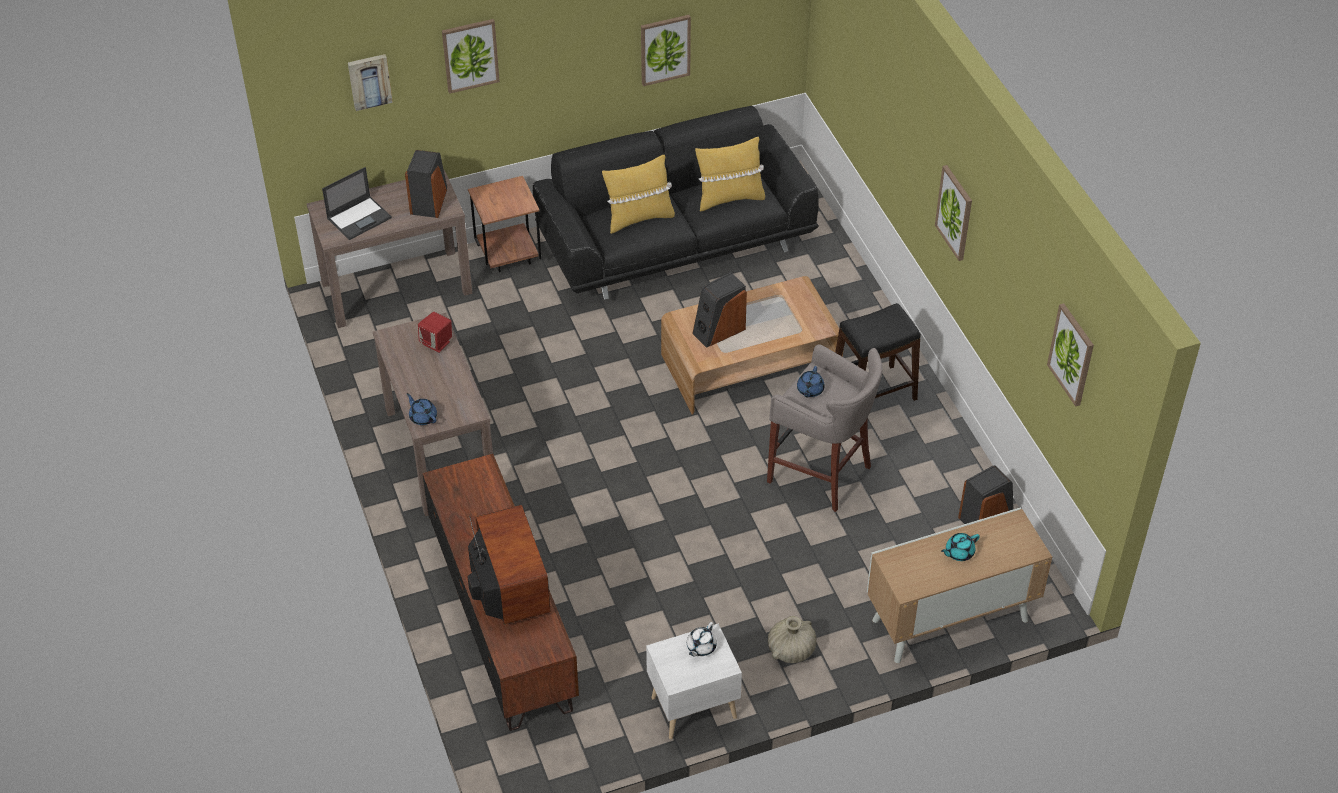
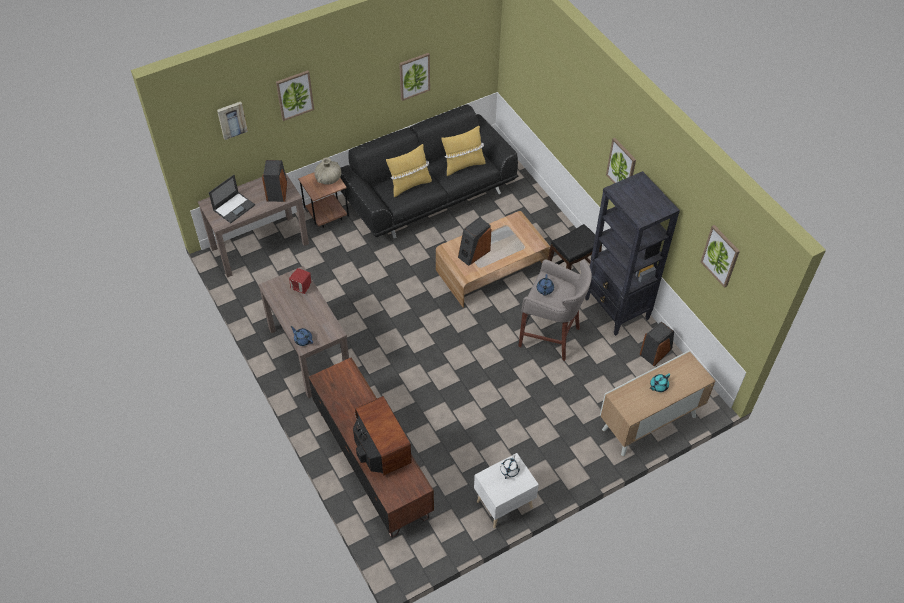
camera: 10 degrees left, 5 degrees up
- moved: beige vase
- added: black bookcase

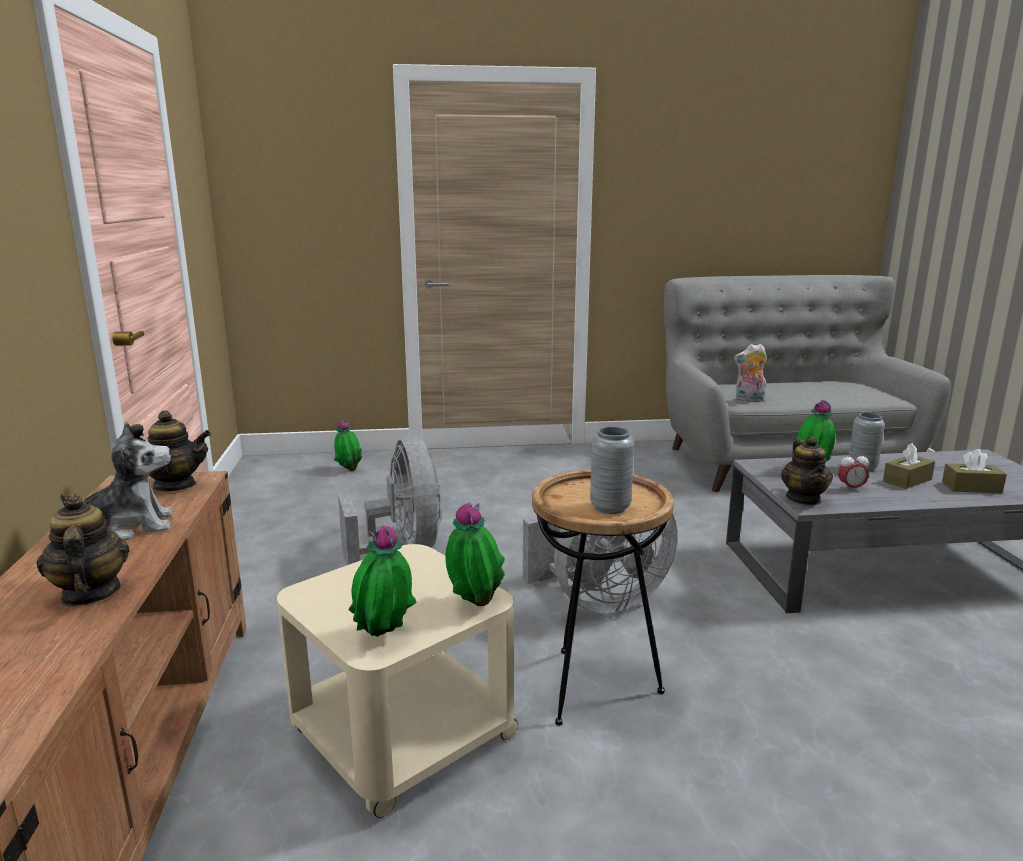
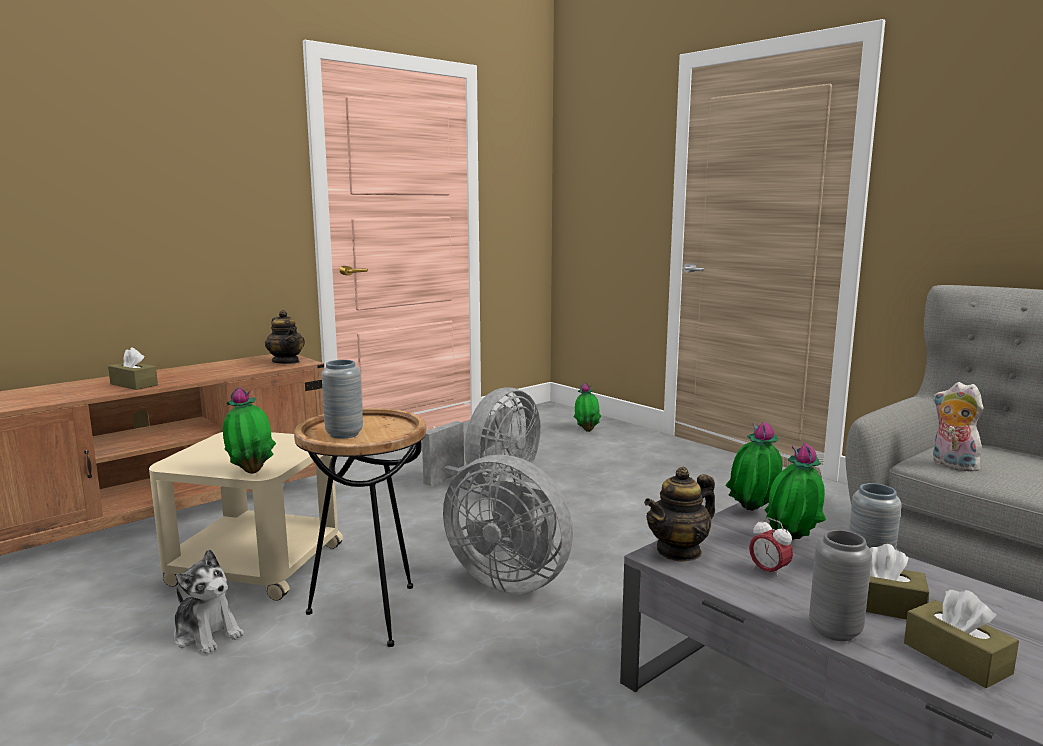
camera: 55 degrees right, 5 degrees down
- moved: plush toy (1st from left)
- replaced: teapot (1st from left) to brown tissue box (1st from left)
- moved: potted plant (2nd from left in the first image) to potted plant (3rd from left)
- added: grey vase (2nd from left)

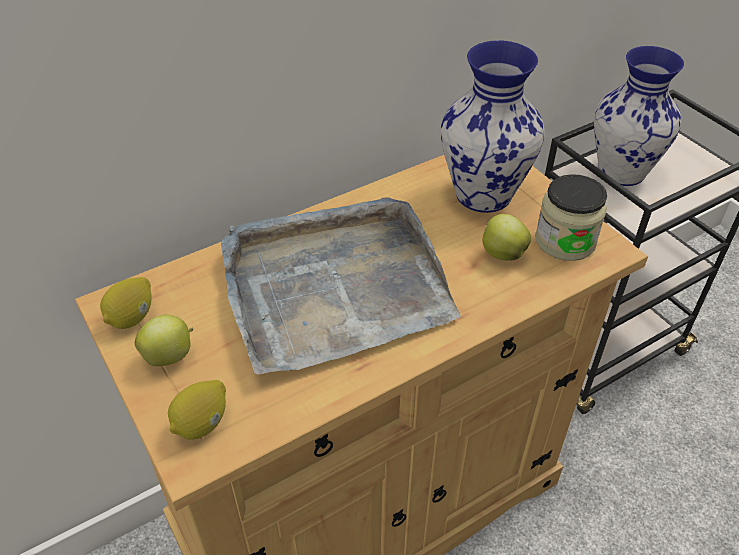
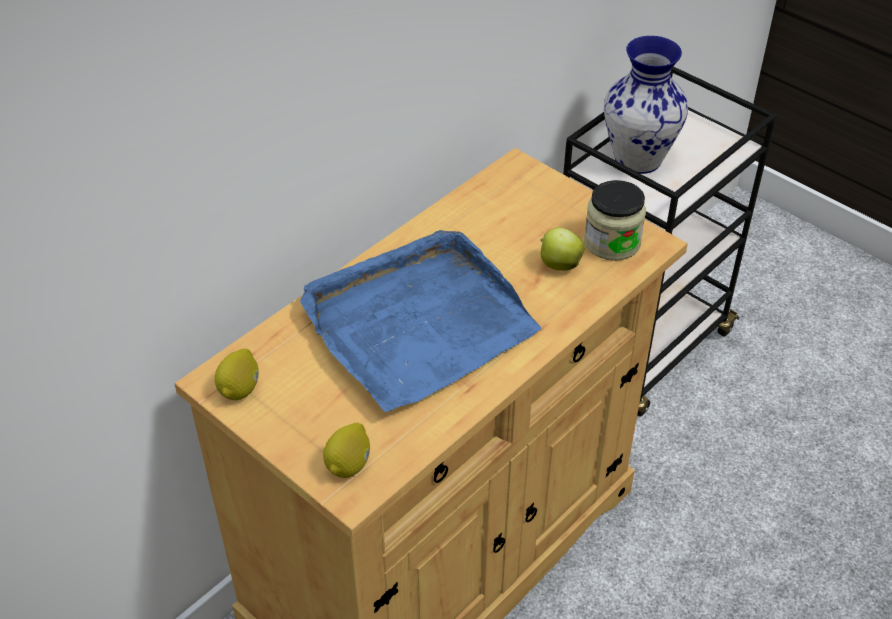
camera: 15 degrees left, 0 degrees up
- removed: vase (1st from left)
- recoloured: grey tray to blue tray
- removed: apple (1st from left)

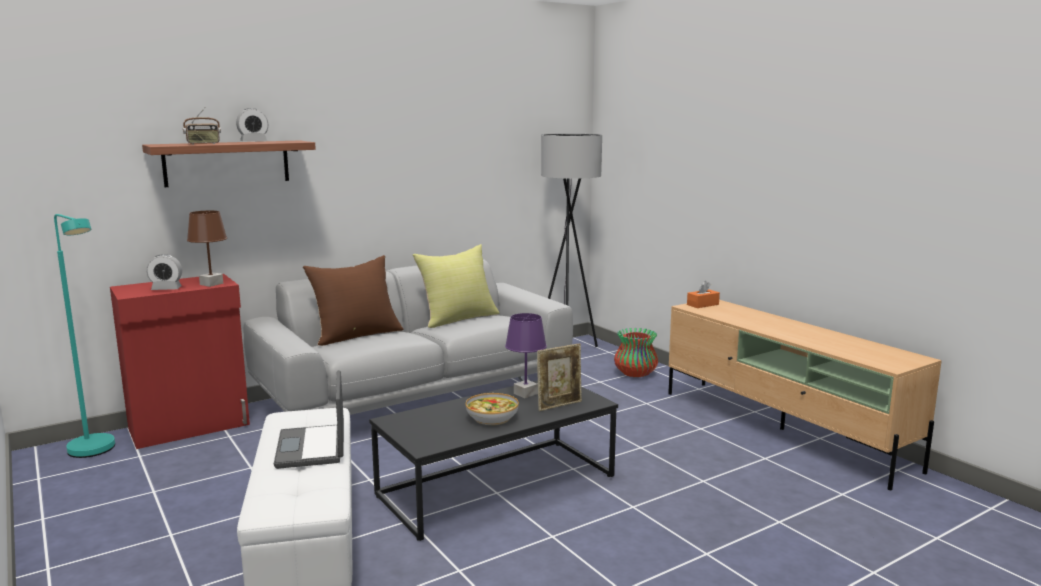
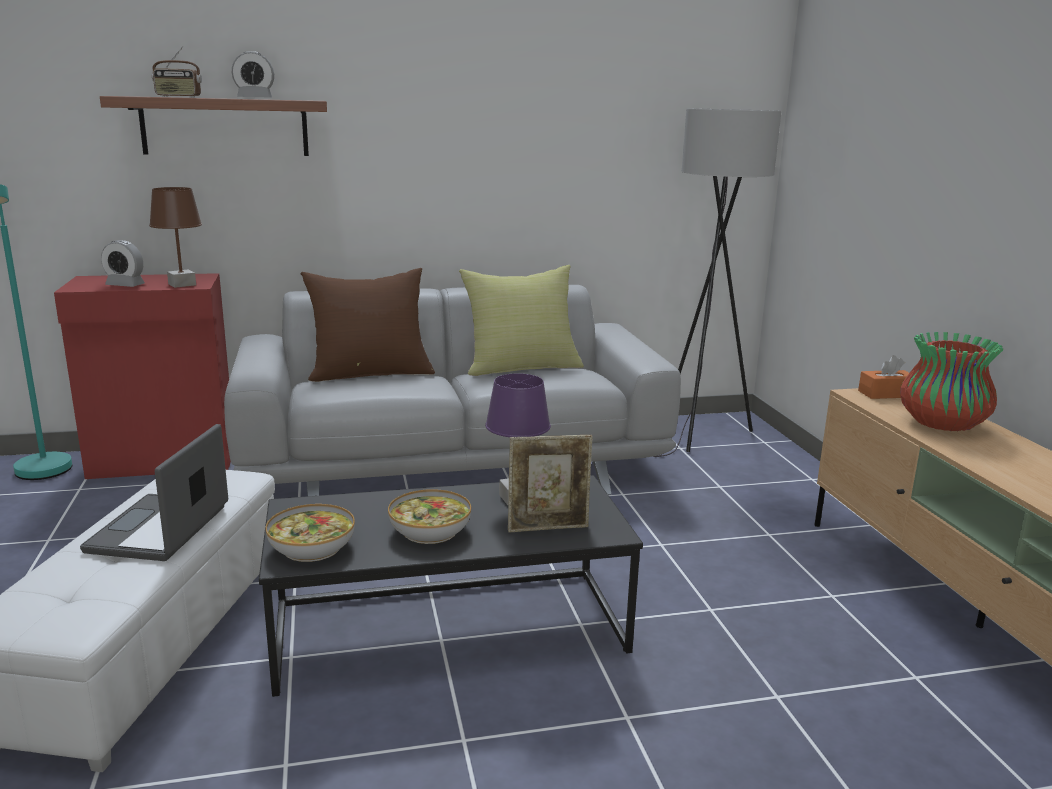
camera: 20 degrees right, 5 degrees up
- moved: vase
- added: bowl (1st from left)

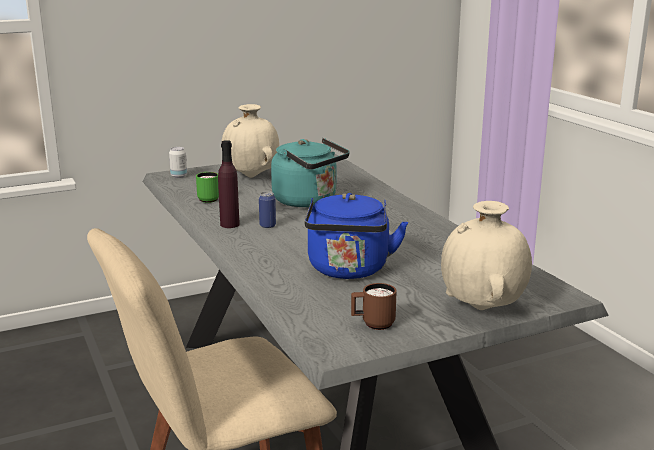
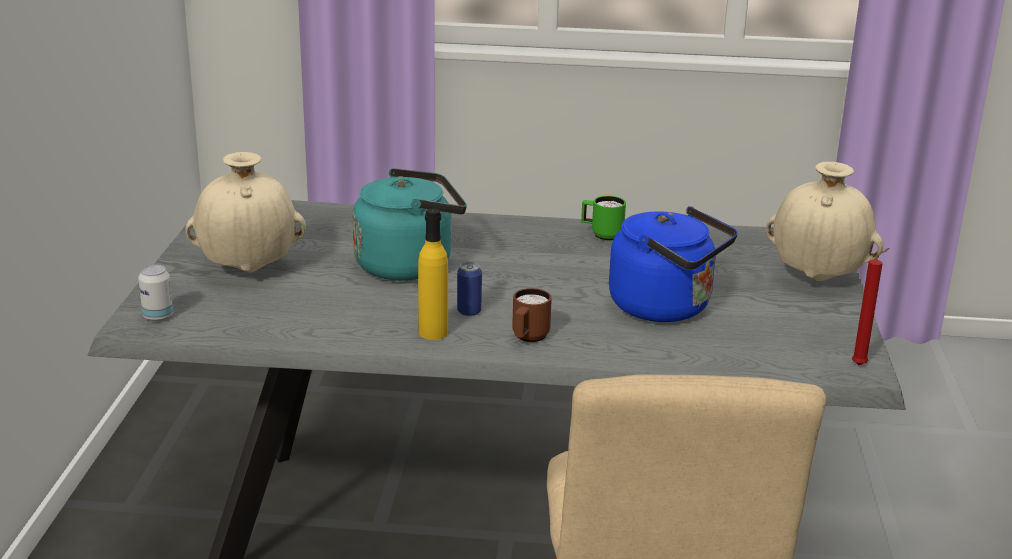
camera: 60 degrees left, 5 degrees up
- recoloured: purple bottle to yellow bottle
- moved: green mug
- moved: brown mug
- added: red candle

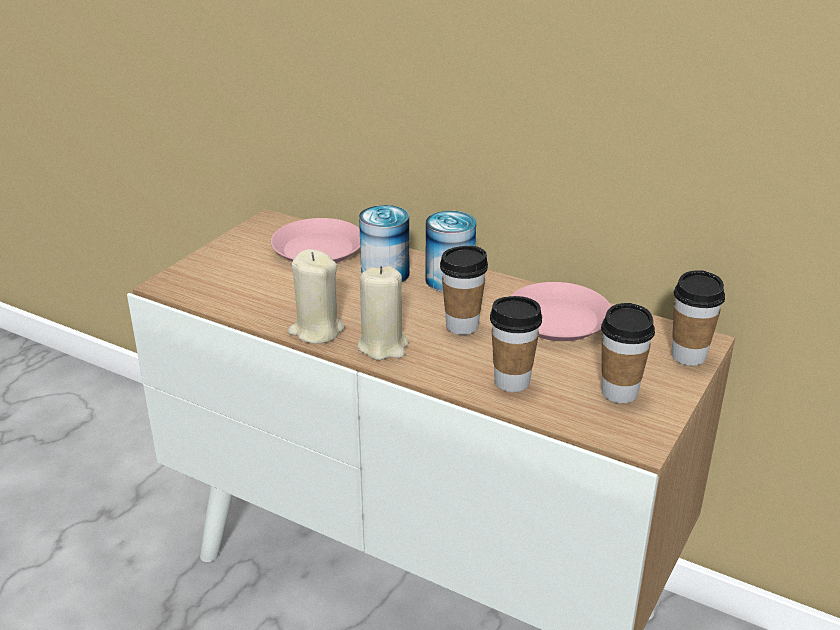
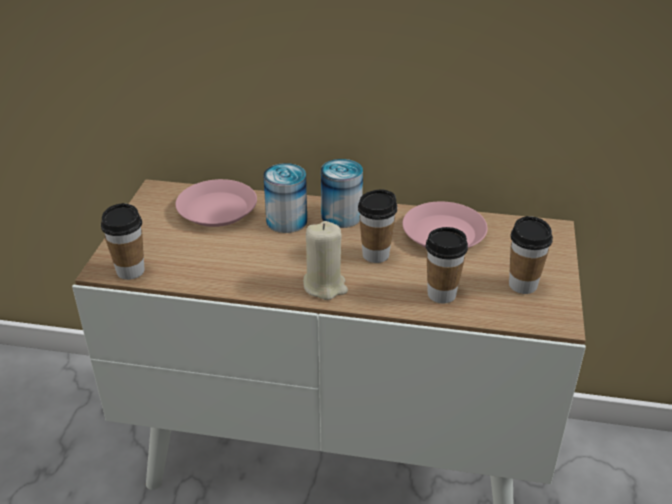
camera: 20 degrees left, 5 degrees up
- removed: beige candle (1st from left)
- moved: cup (4th from left in the first image) to cup (1st from left)

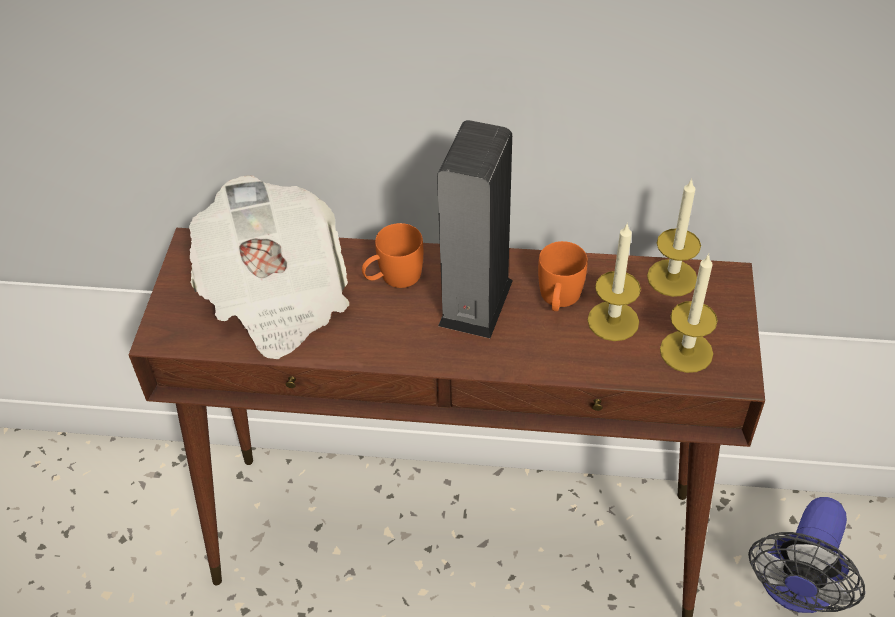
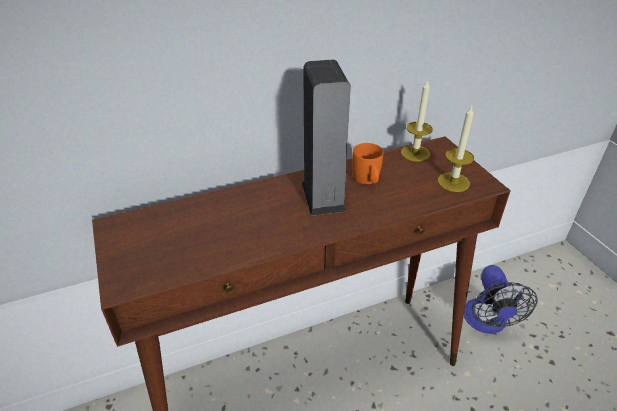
camera: 30 degrees left, 10 degrees down
- removed: newspaper
- removed: candle (1st from left)
- removed: orange mug (1st from left)

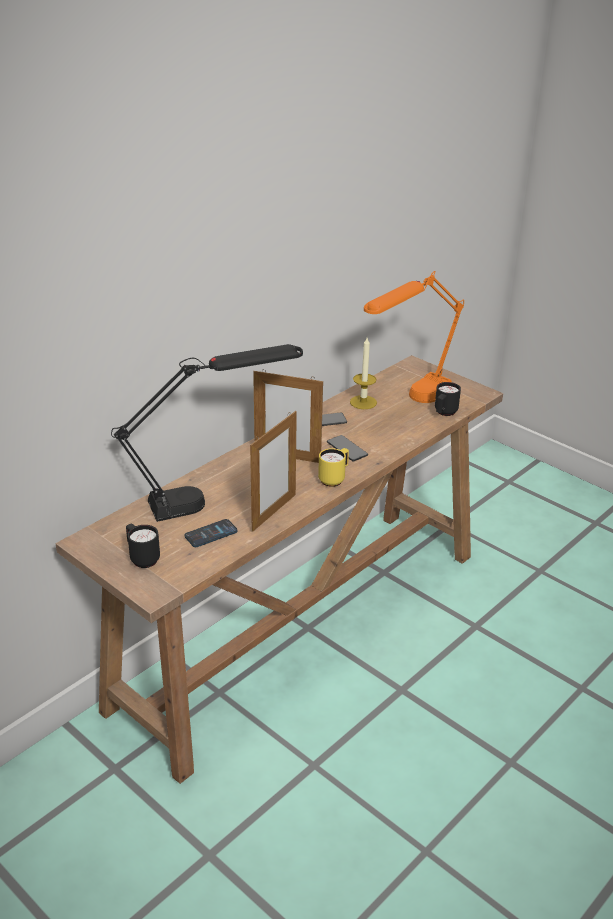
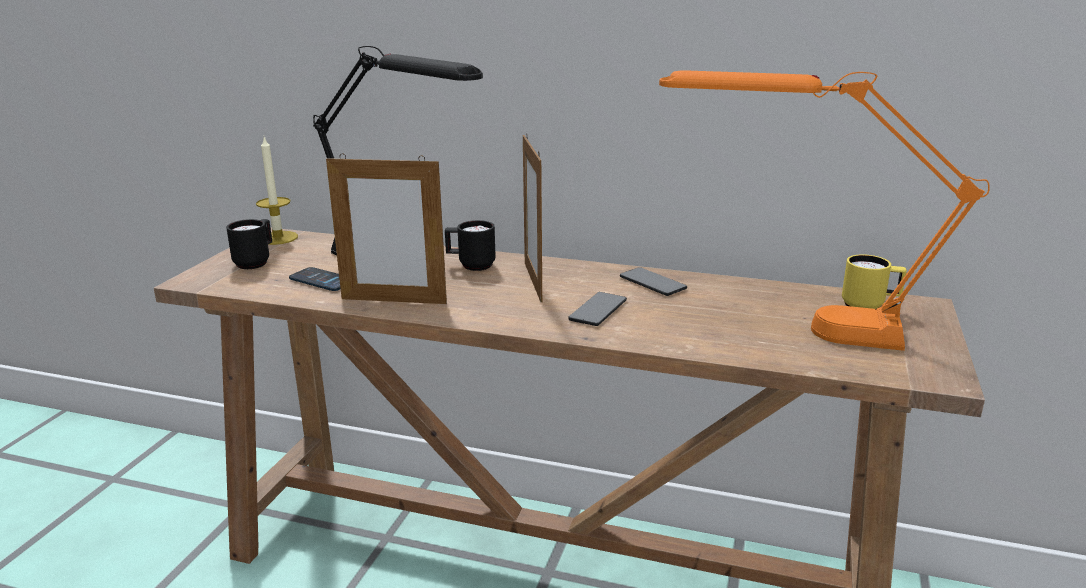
camera: 65 degrees right, 10 degrees down
- moved: candle
- moved: black mug (2nd from left)
- moved: yellow mug

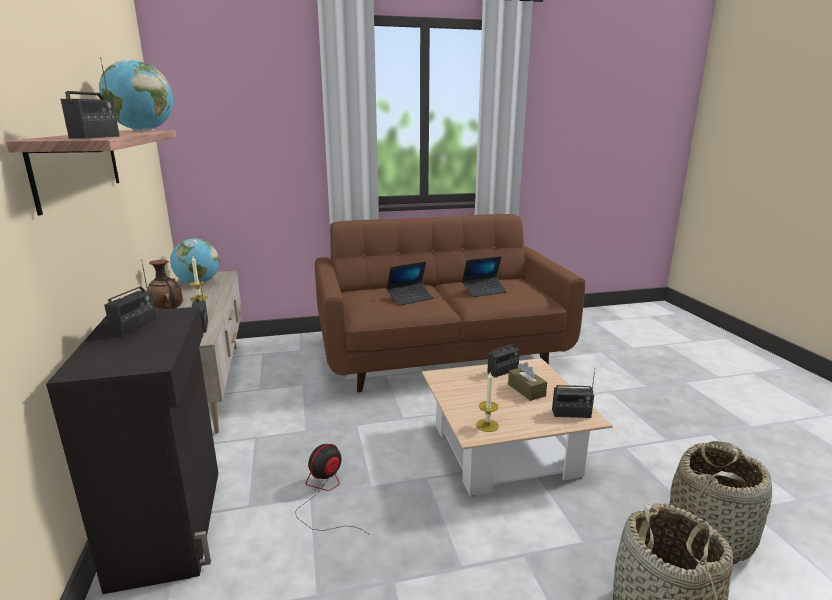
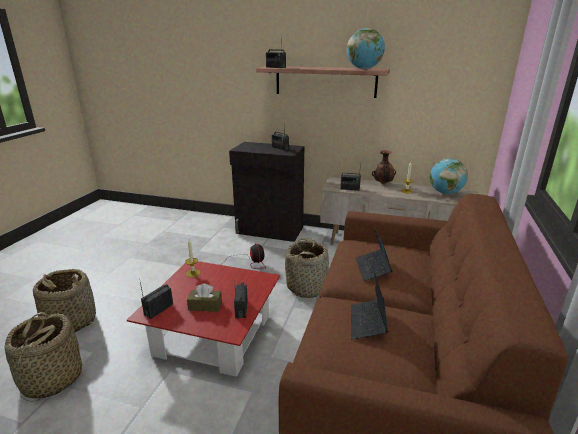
camera: 120 degrees right, 5 degrees up
- recoloured: beige coffee table to red coffee table
- added: basket (3rd from left)

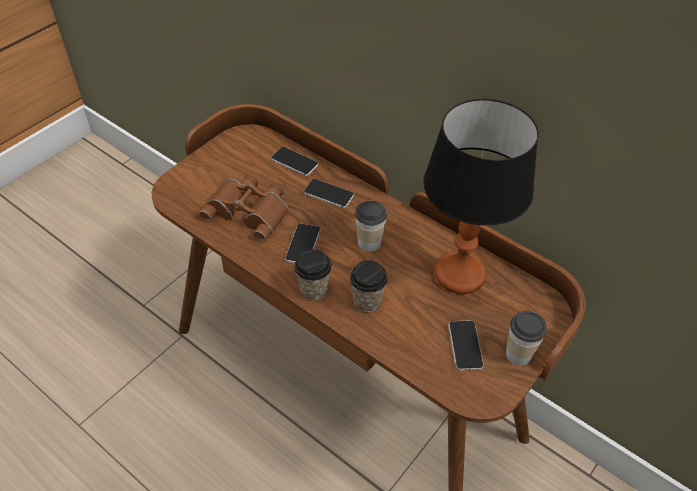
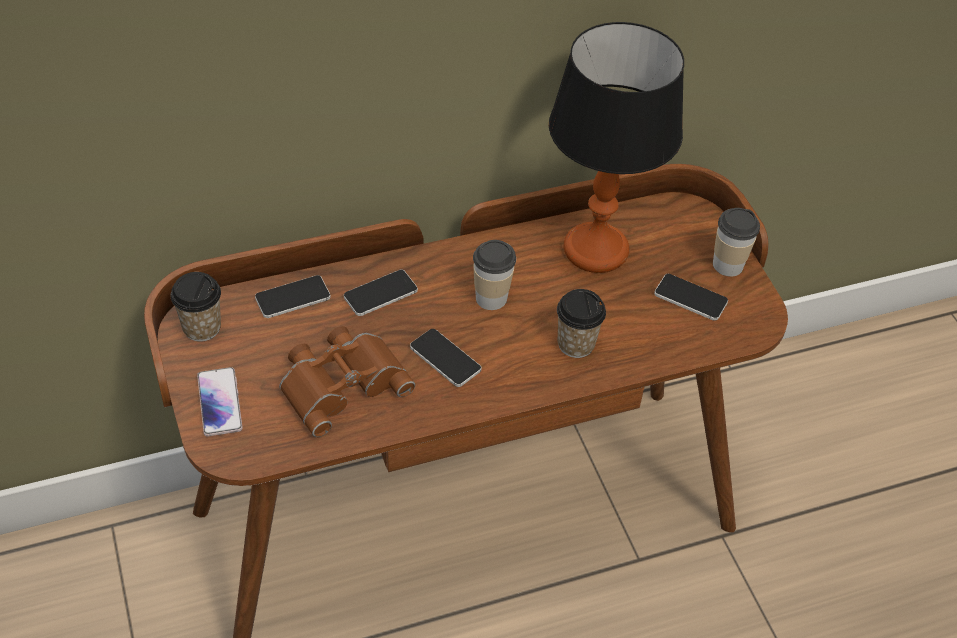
camera: 60 degrees left, 0 degrees up
- moved: cup (1st from left)
- added: phone (1st from left)

